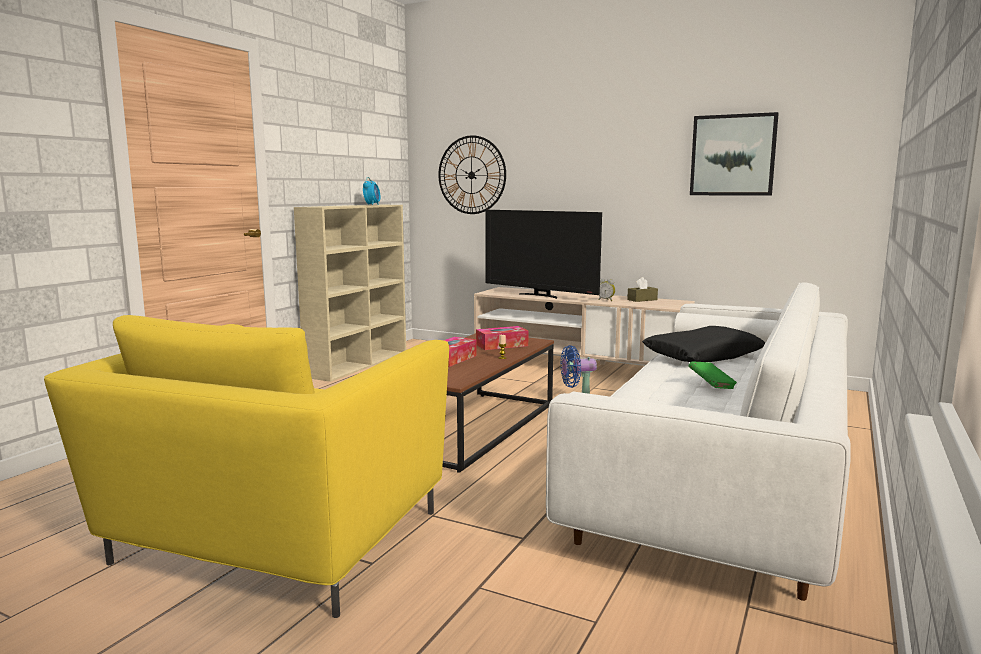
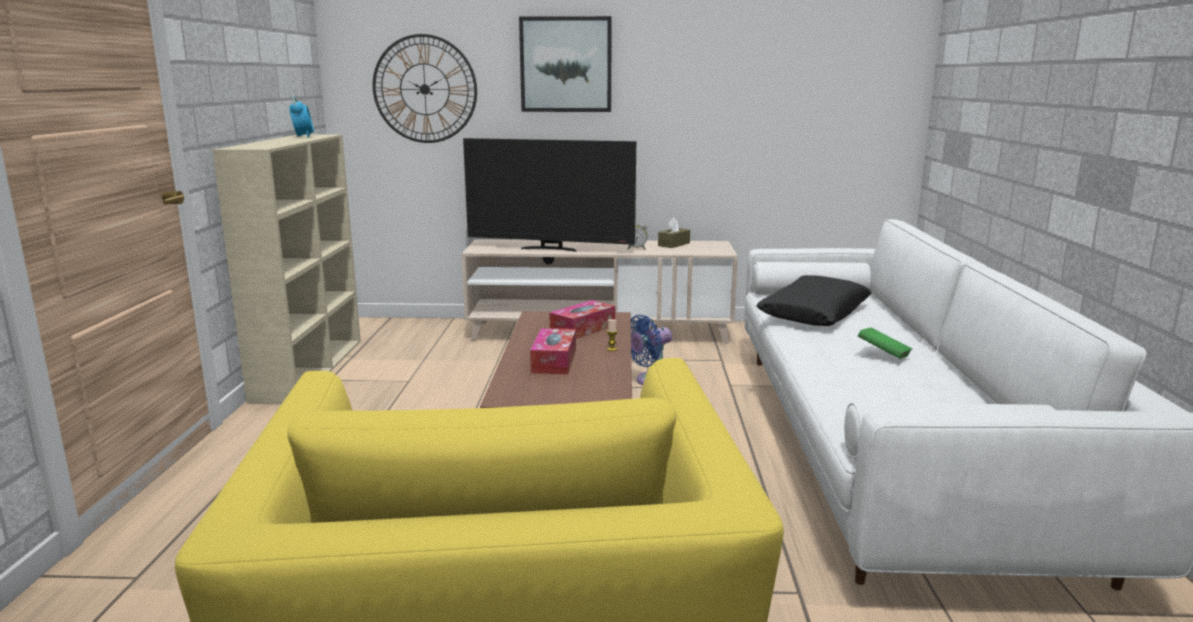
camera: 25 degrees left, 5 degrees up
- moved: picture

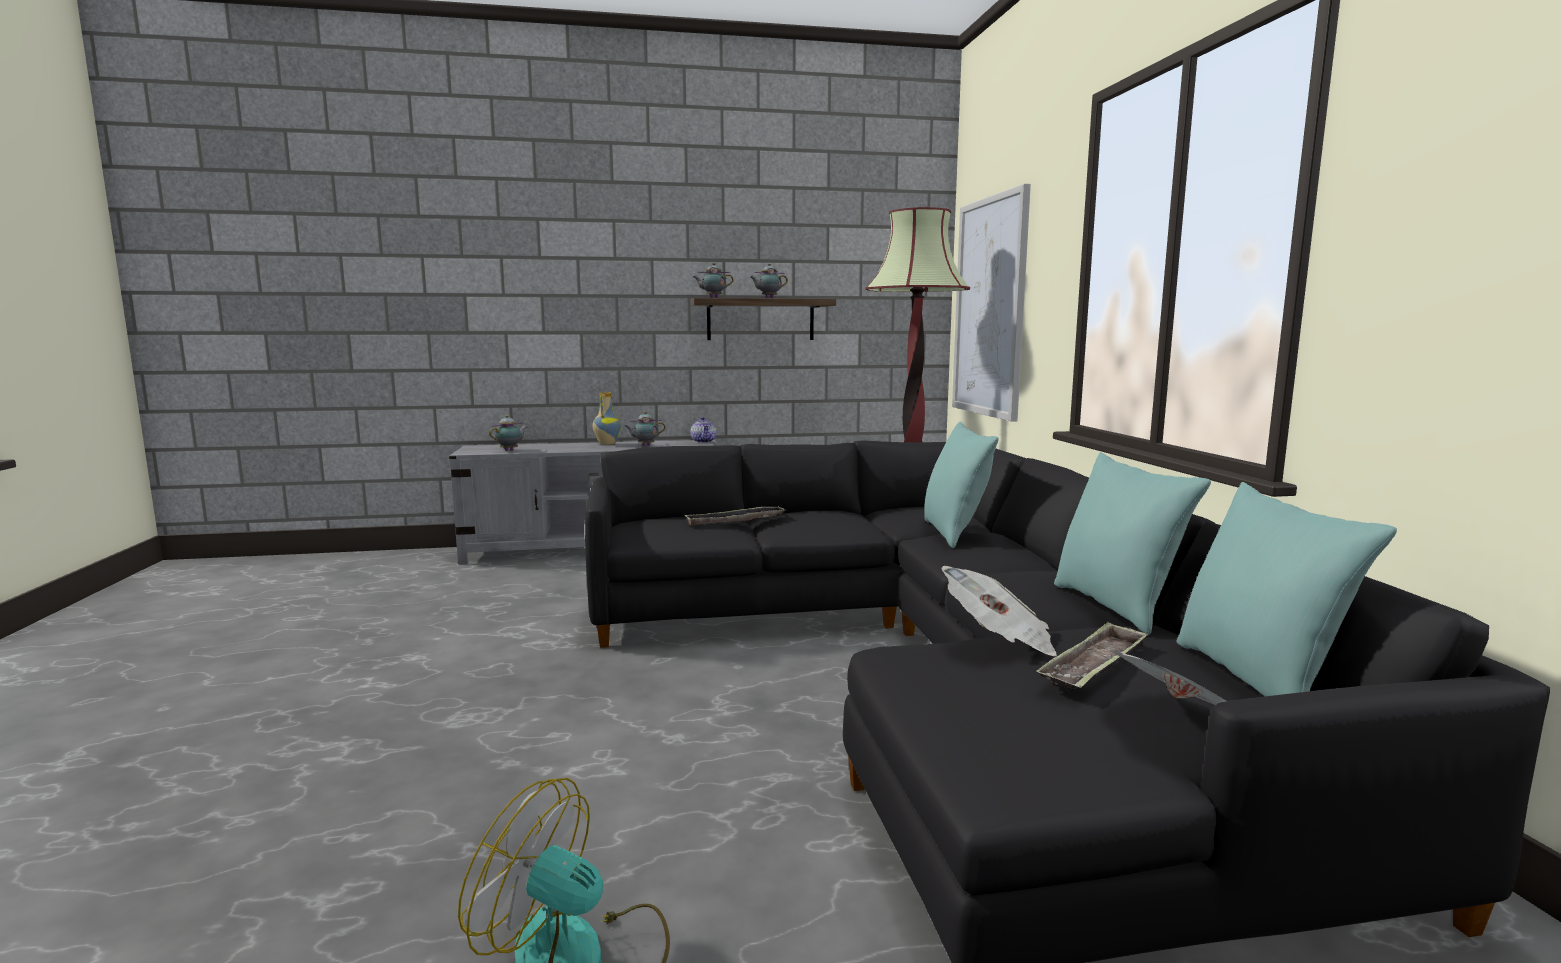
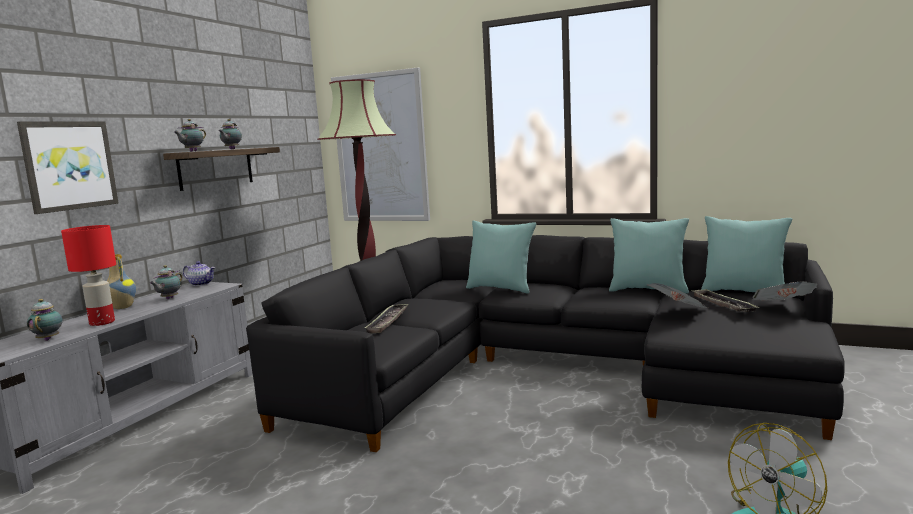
camera: 55 degrees left, 0 degrees up
- added: picture (1st from left)
- added: red table lamp

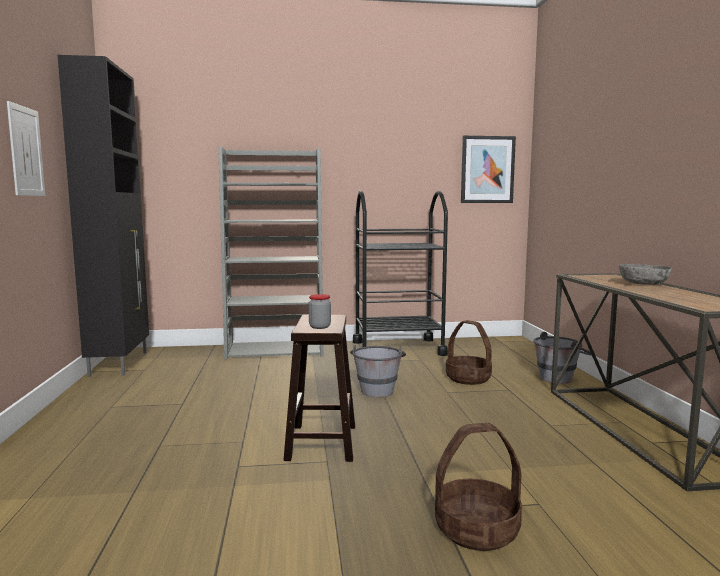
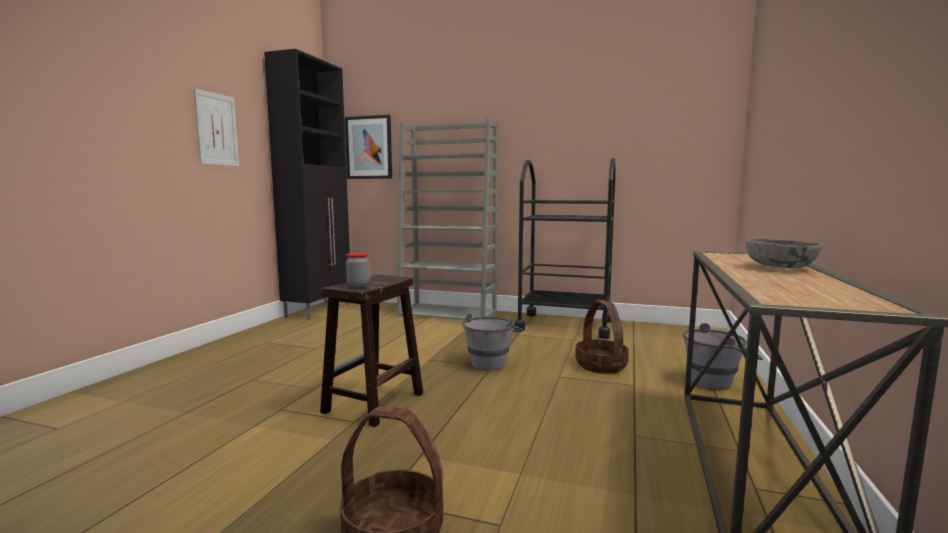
camera: 25 degrees right, 0 degrees up
- moved: picture (2nd from left)

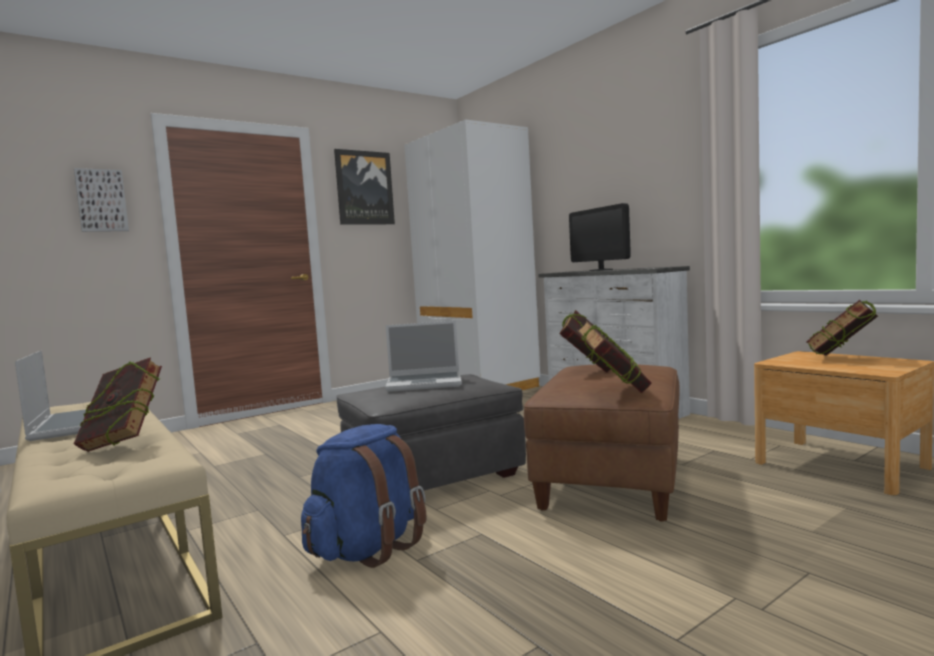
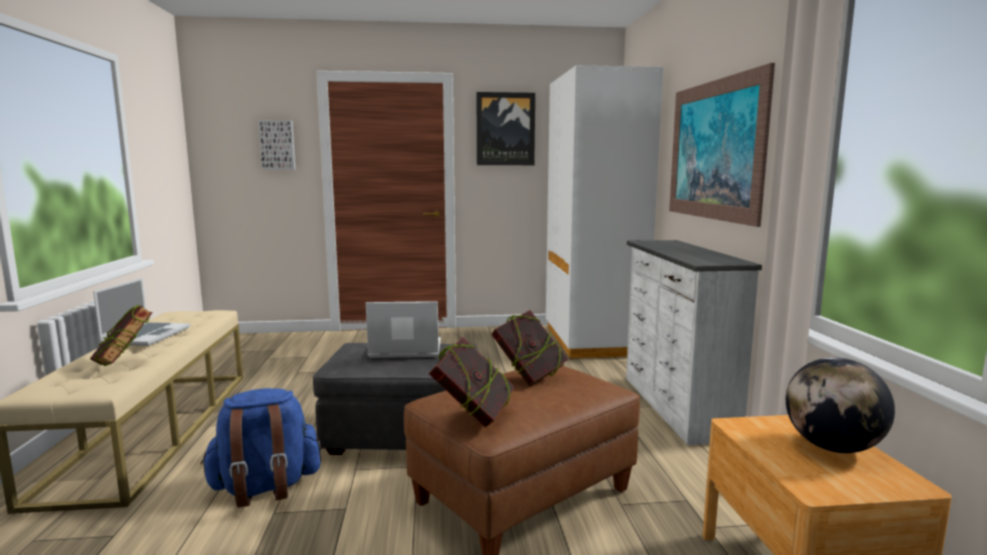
camera: 30 degrees right, 5 degrees up
- removed: monitor
- replaced: book (4th from left) to globe
- turned: laptop (2nd from left) 150 degrees clockwise
- added: picture (3rd from left)

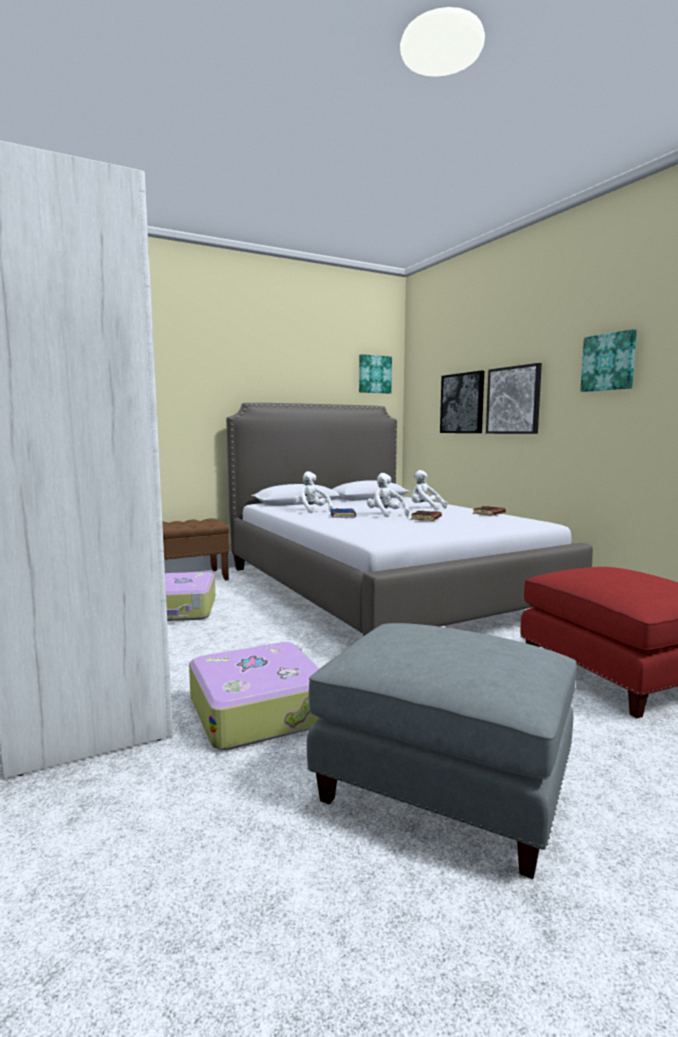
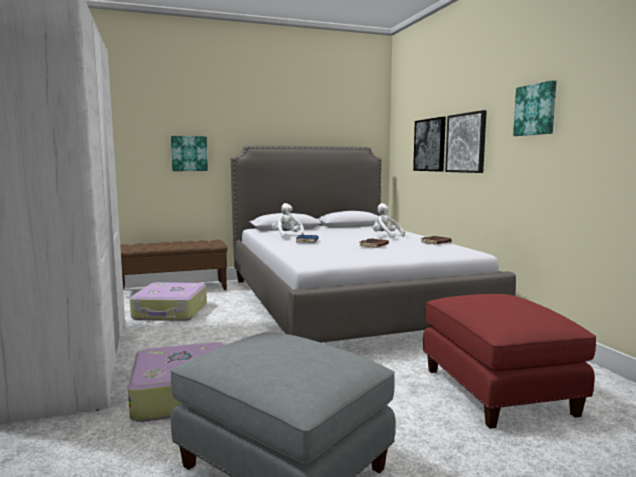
camera: 10 degrees right, 0 degrees up
- moved: picture (1st from left)
- removed: white plush toy (2nd from left)

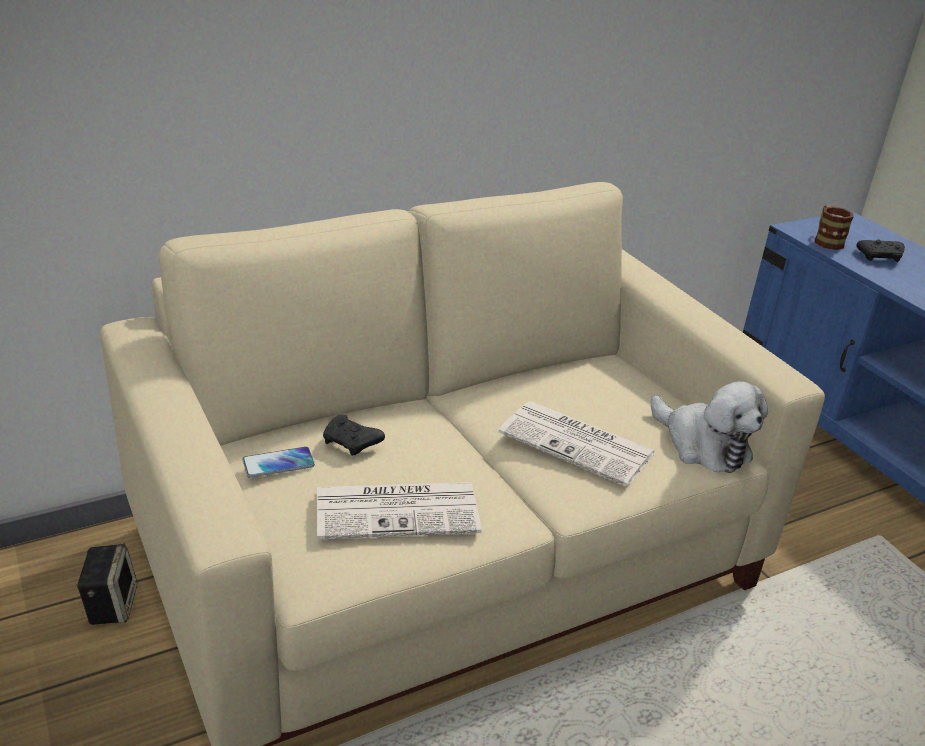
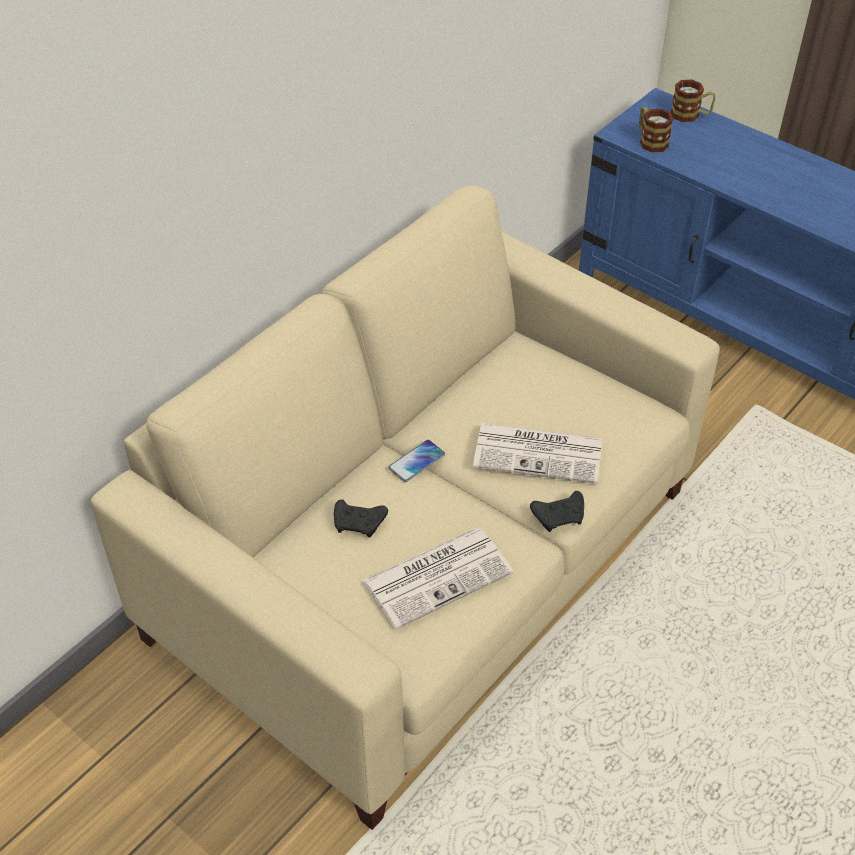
camera: 20 degrees left, 15 degrees up
- moved: black game controller (2nd from left)
- removed: plush toy
- moved: phone
- removed: speaker
- added: mug (2nd from left)

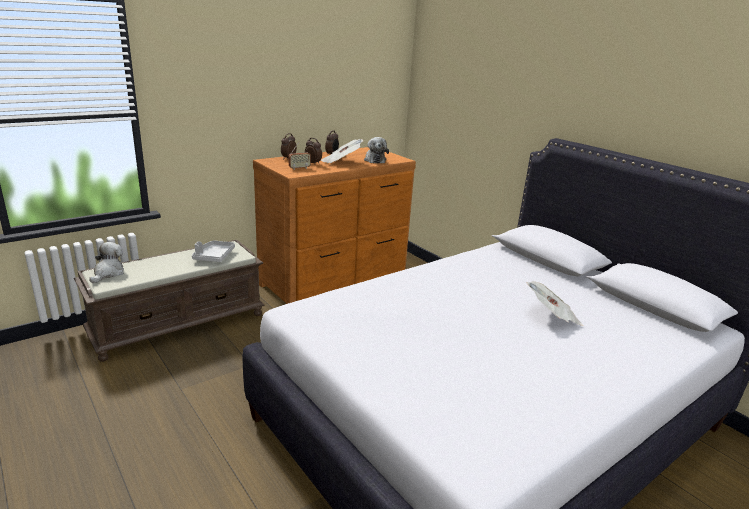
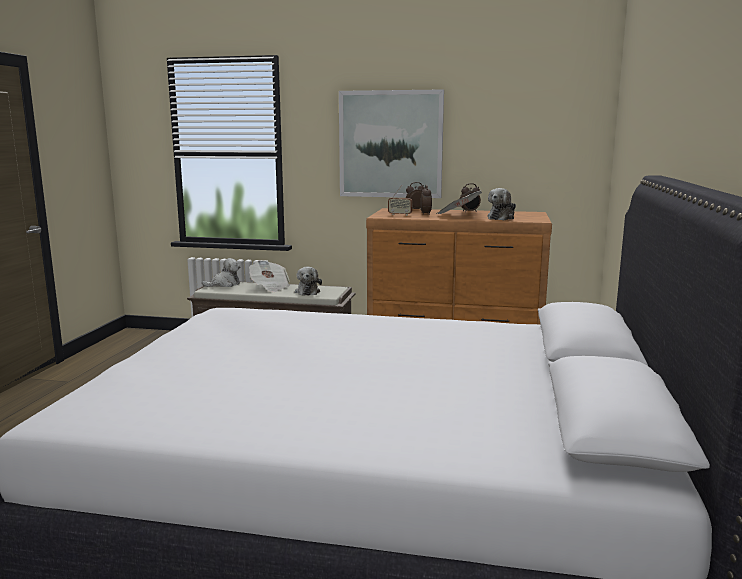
camera: 50 degrees right, 10 degrees down
- replaced: grey tray to plush toy (2nd from left)
- moved: newspaper (2nd from left in the first image) to newspaper (1st from left)
- added: picture

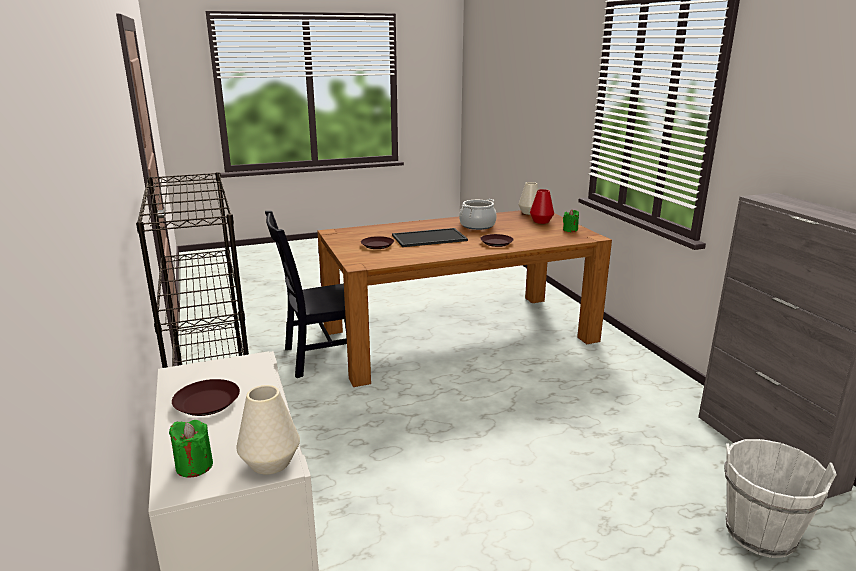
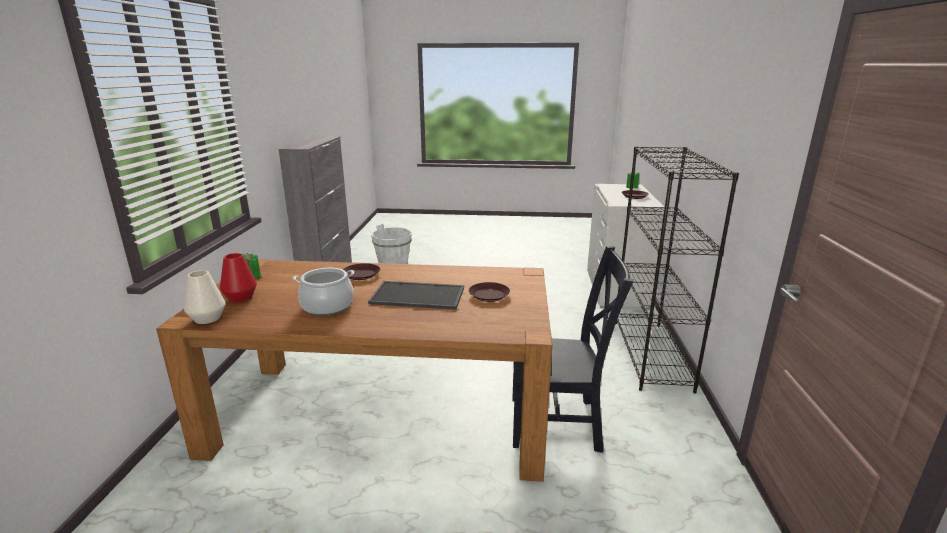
camera: 155 degrees left, 0 degrees up
- removed: white vase (1st from left)

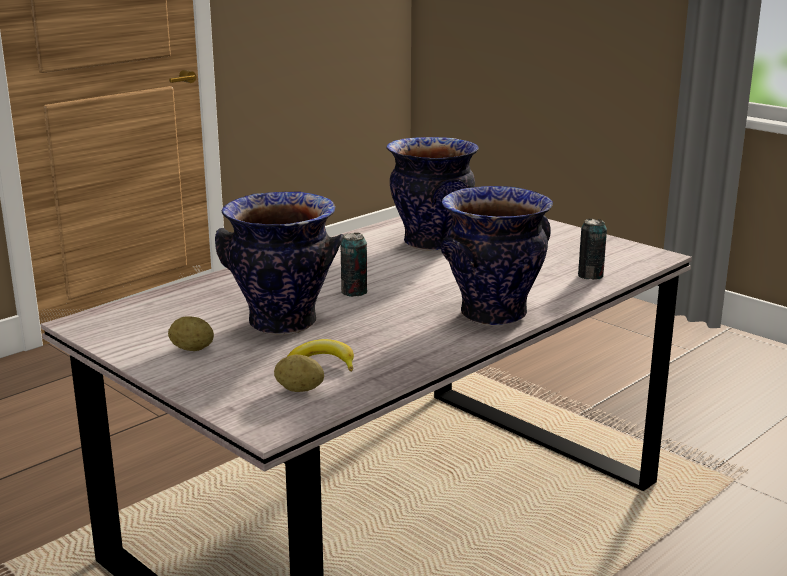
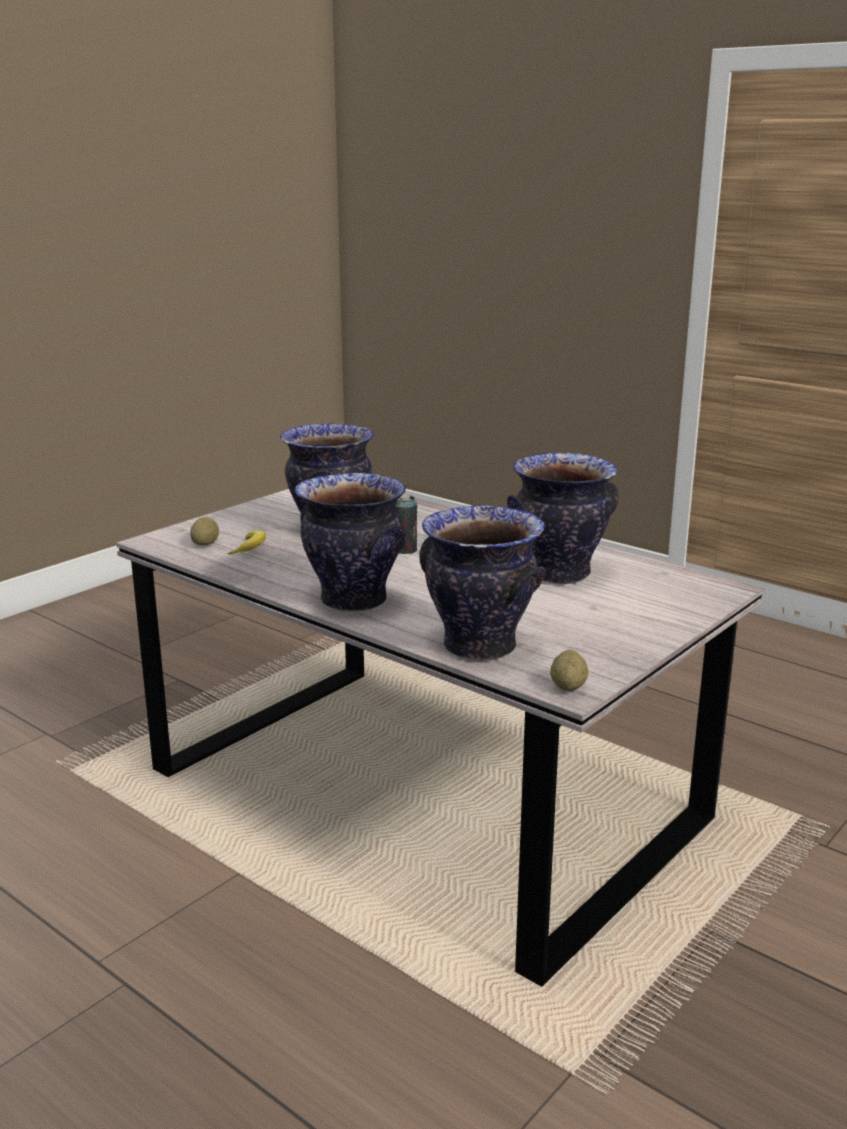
camera: 85 degrees right, 0 degrees up
- replaced: can (2nd from left) to vase (3rd from left)
- moved: potato (1st from left in the first image) to potato (2nd from left)

